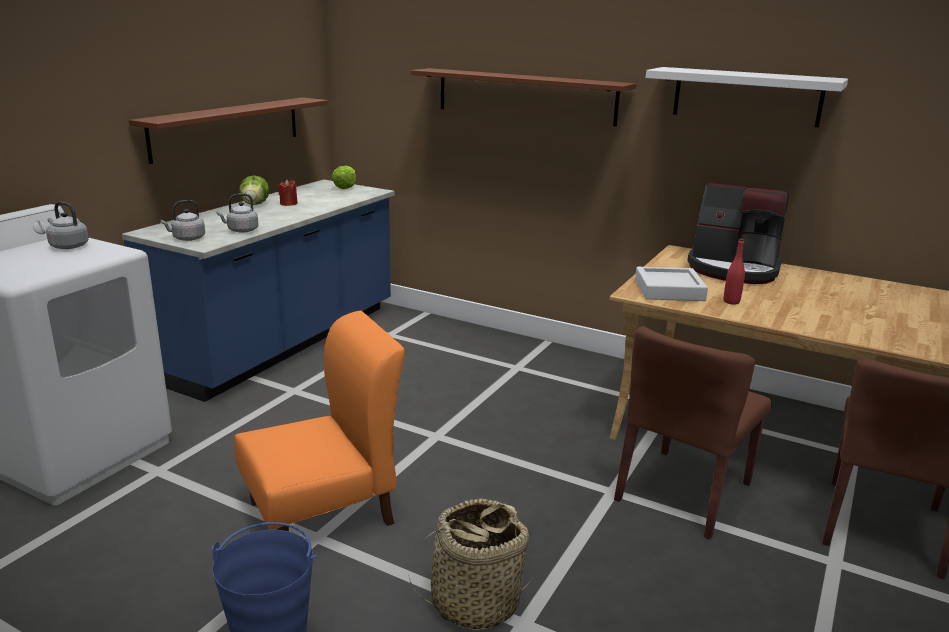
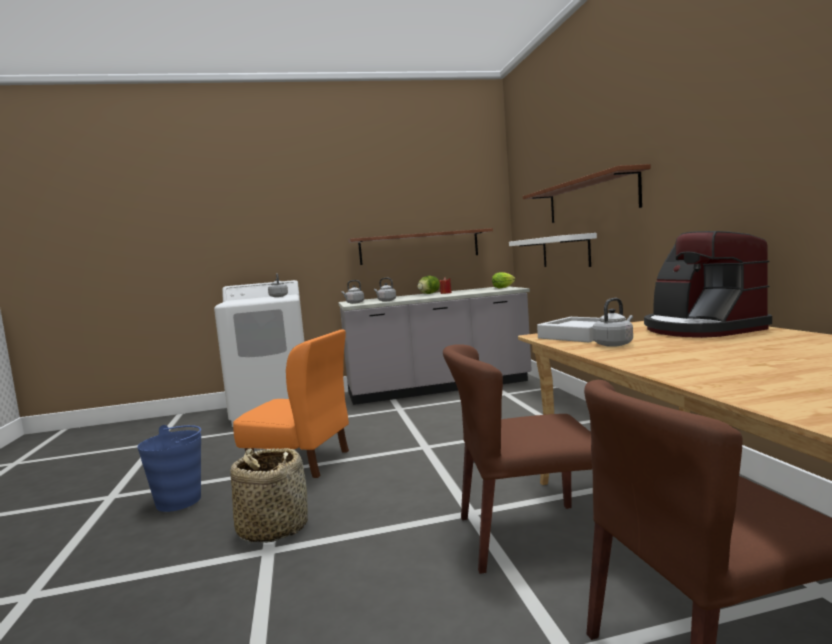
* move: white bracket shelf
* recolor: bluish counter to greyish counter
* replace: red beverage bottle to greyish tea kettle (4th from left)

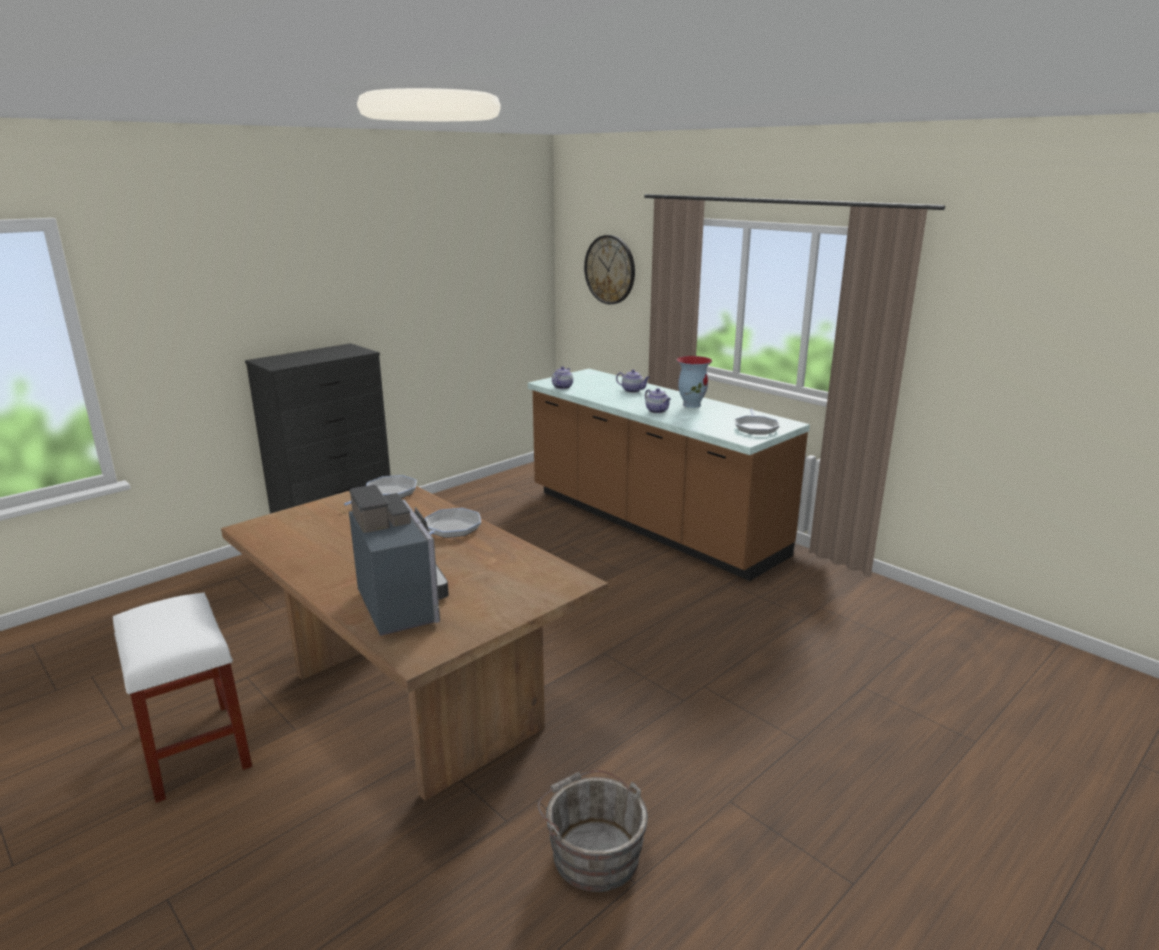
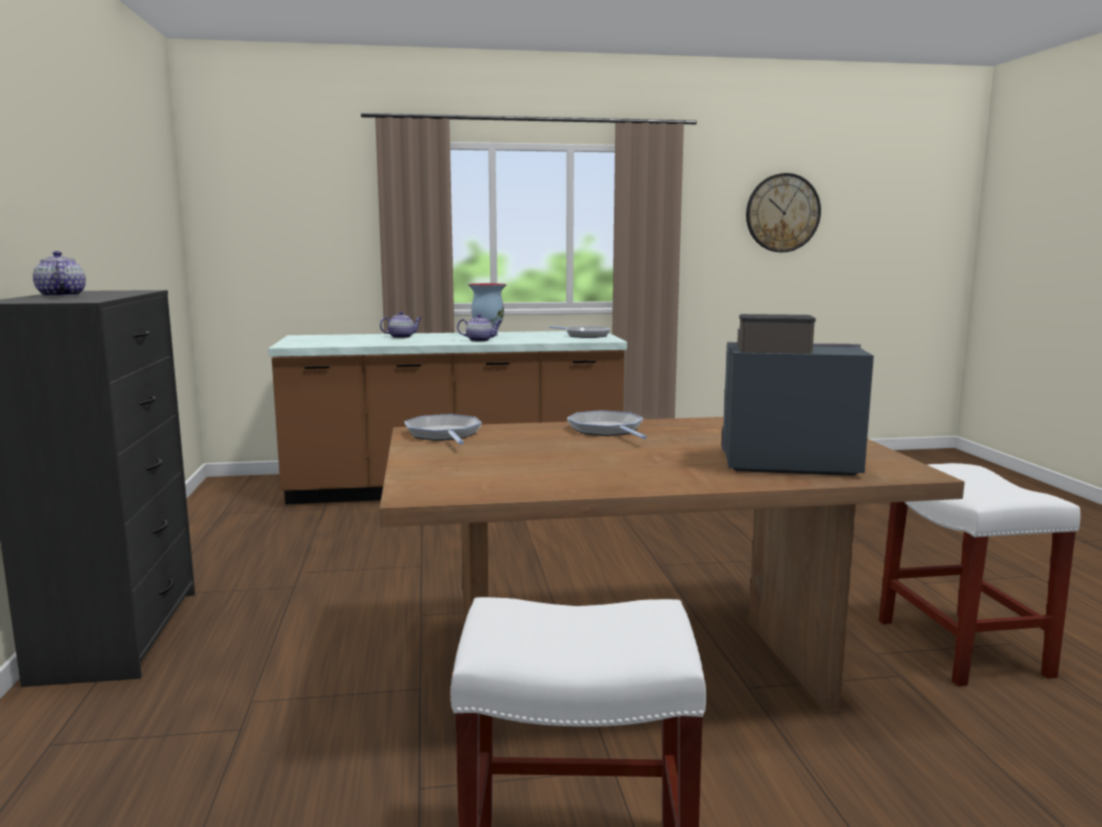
* move: hanging clock
* move: teapot (1st from left)
* replace: greyish pail to white stool (2nd from left)

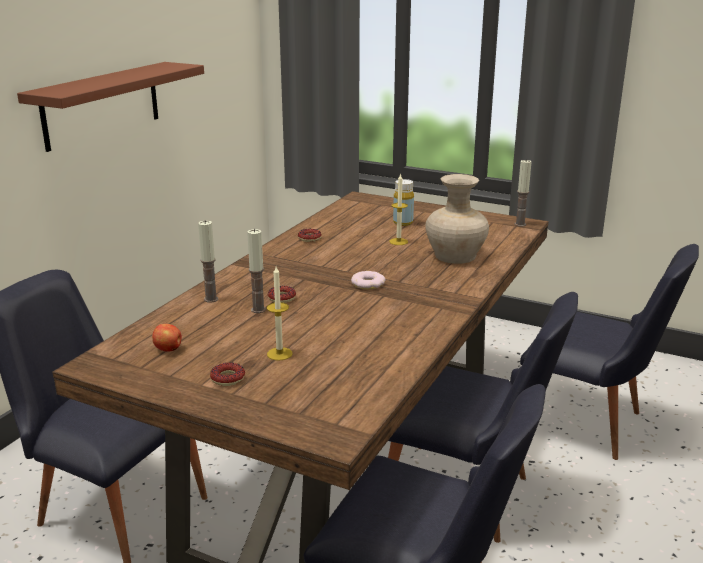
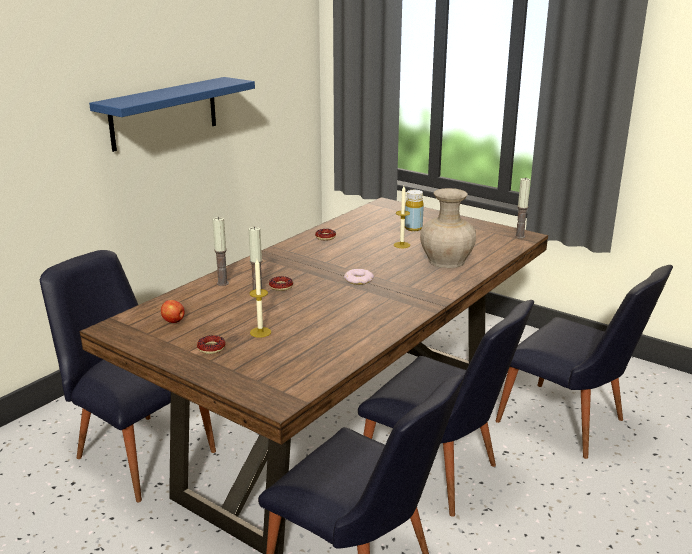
* recolor: brown bracket shelf to bluish bracket shelf

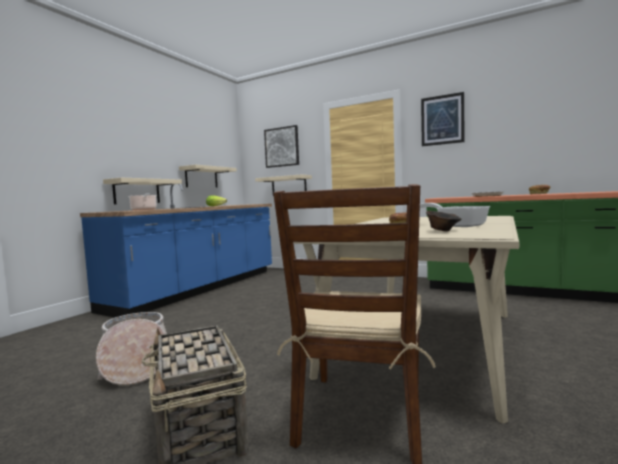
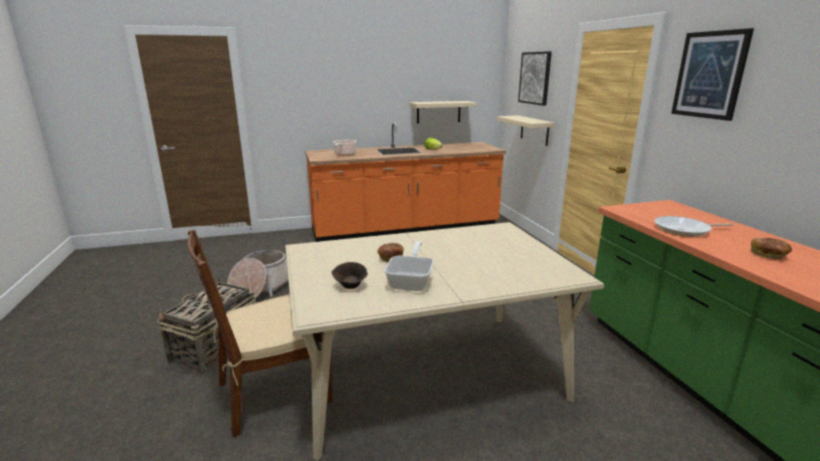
* delete: beige-coloured bracket shelf (1st from left)
* recolor: bluish counter to orange-coloured counter

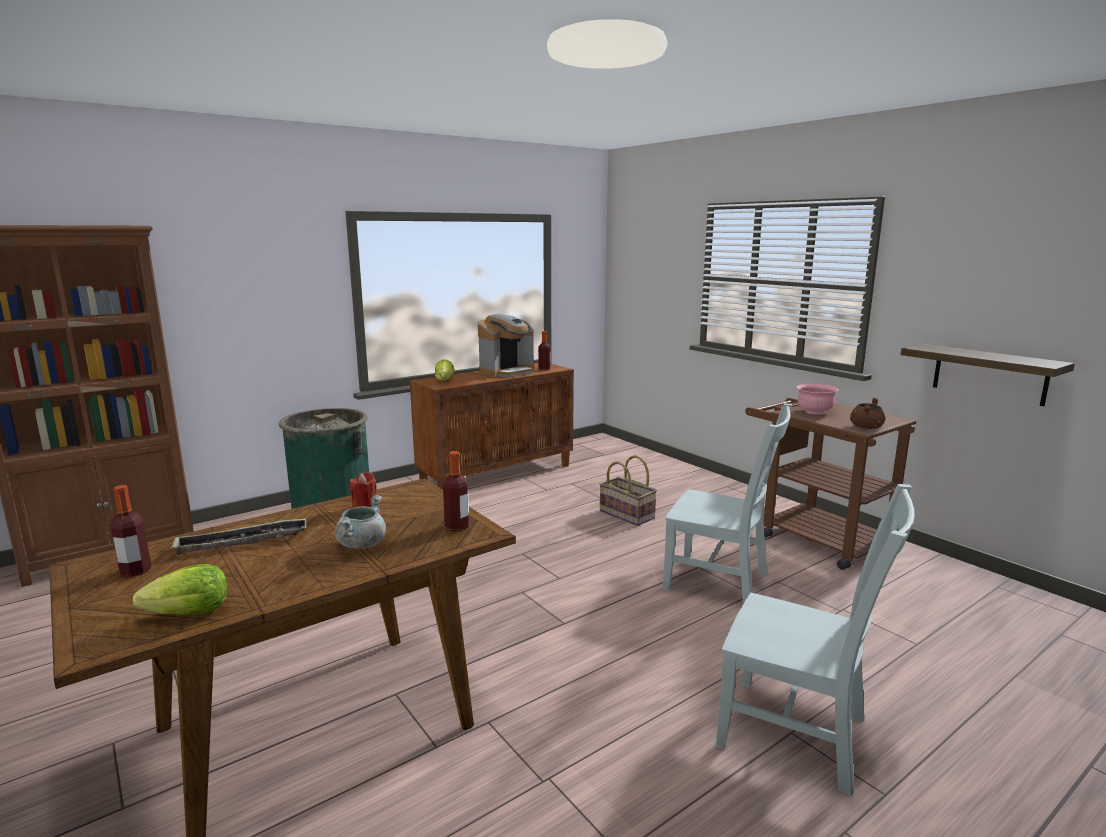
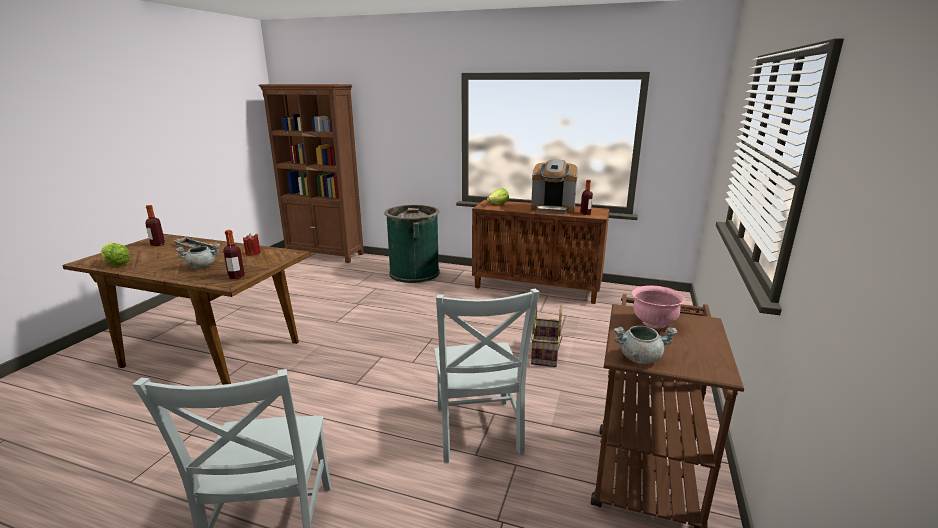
* delete: bracket shelf
* recolor: brown stockpot to greyish stockpot (2nd from left)

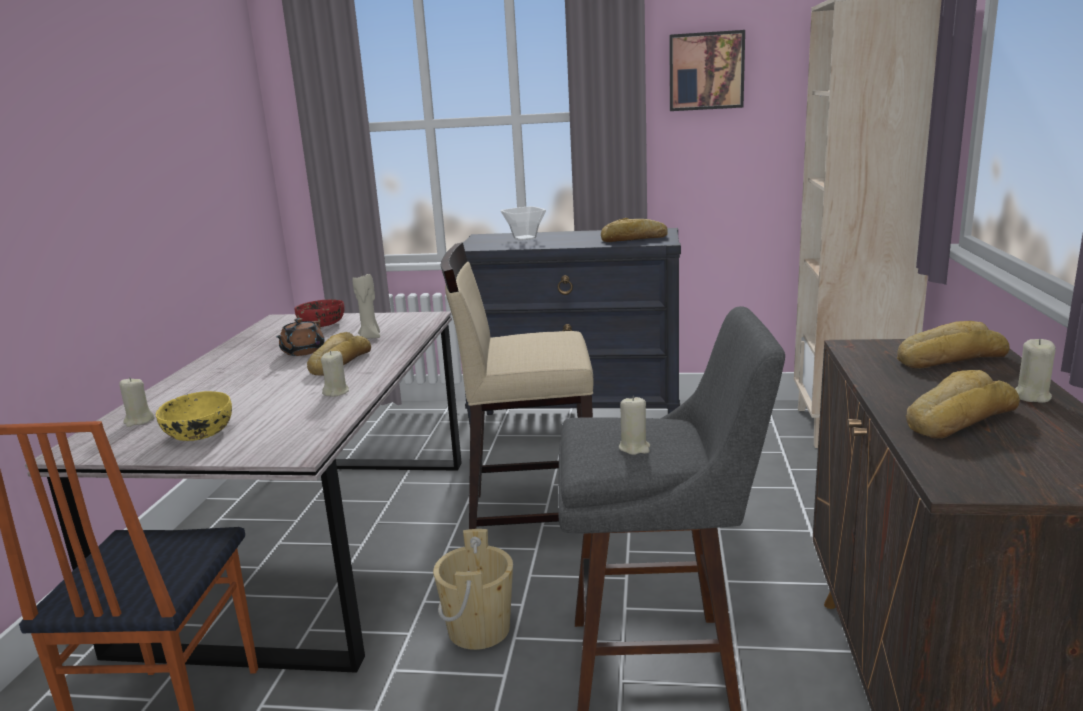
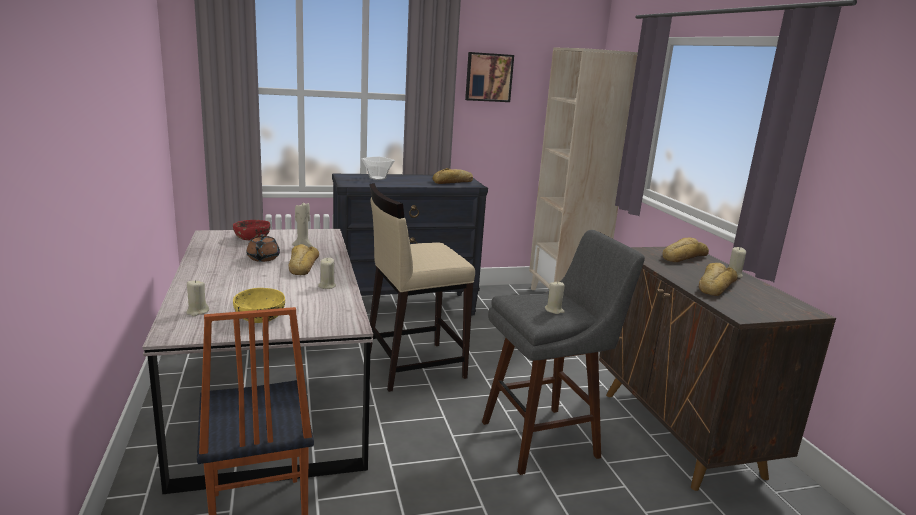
* delete: beige-coloured pail

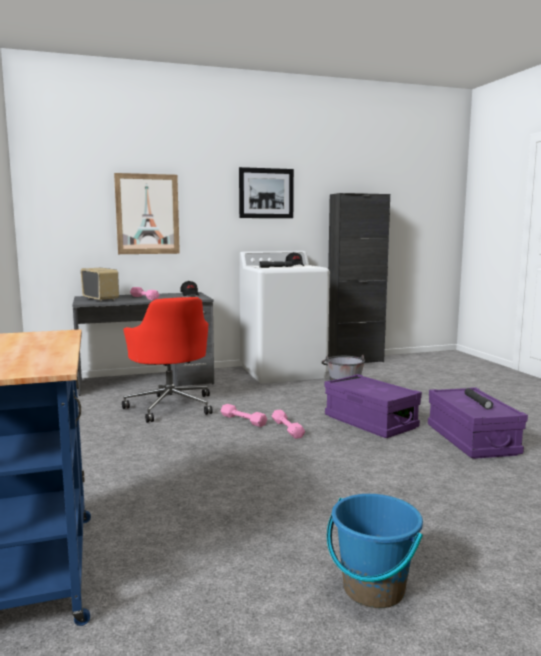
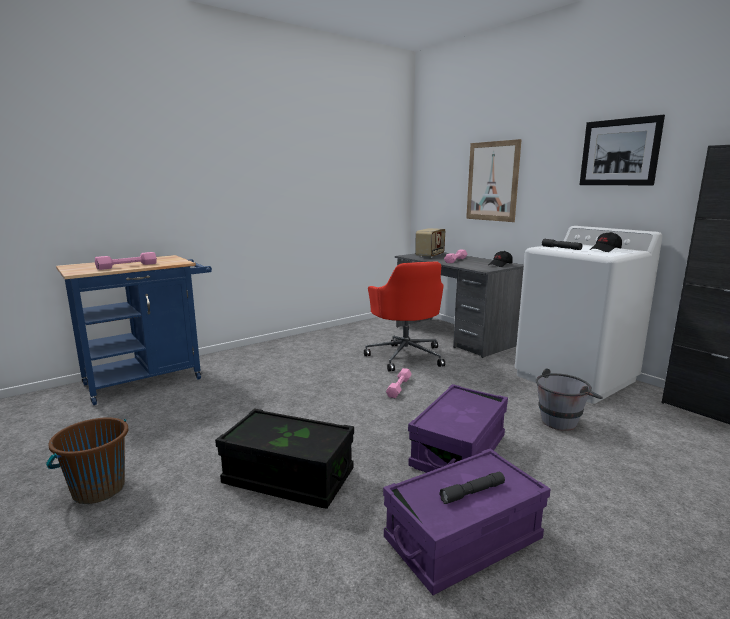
* rotate: red computer chair 60 degrees counterclockwise
* move: pink dumbbell (3rd from left in the first image) to pink dumbbell (1st from left)
* recolor: bluish pail to brown pail
* insert: black storage bin

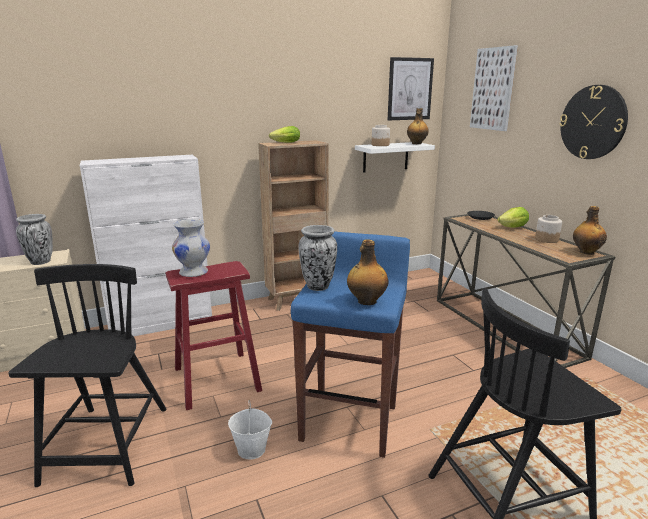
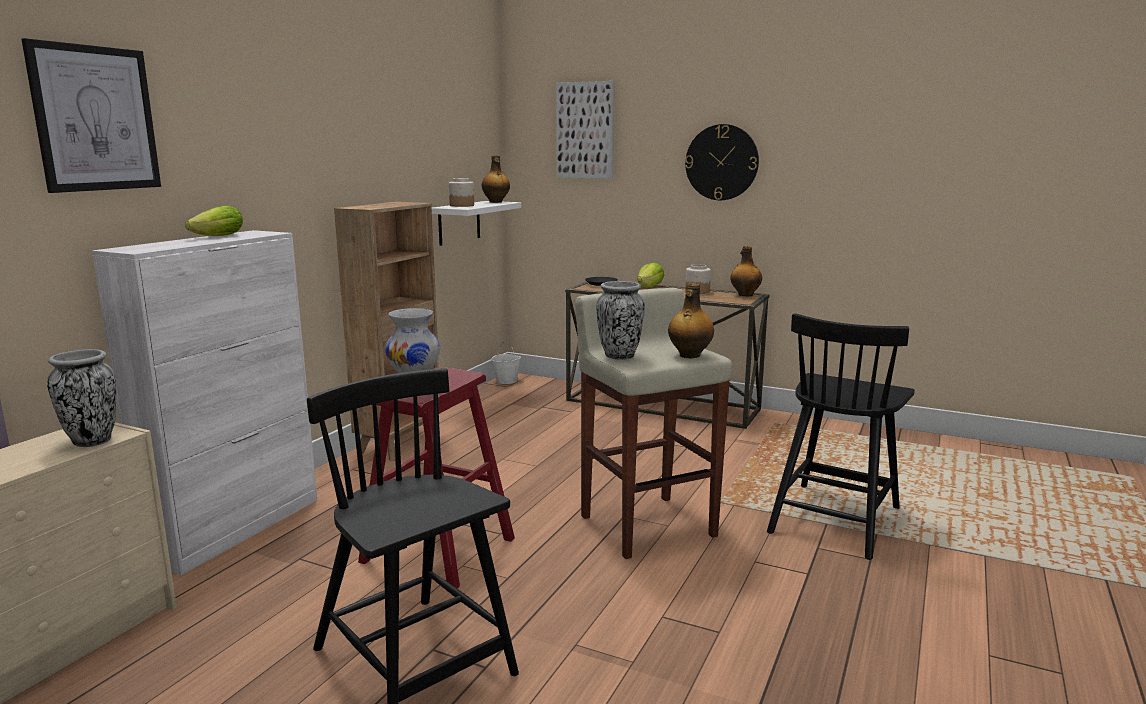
* move: wall picture (1st from left)
* move: head of lettuce (1st from left)
* recolor: bluish stool to beige-coloured stool
* move: white pail

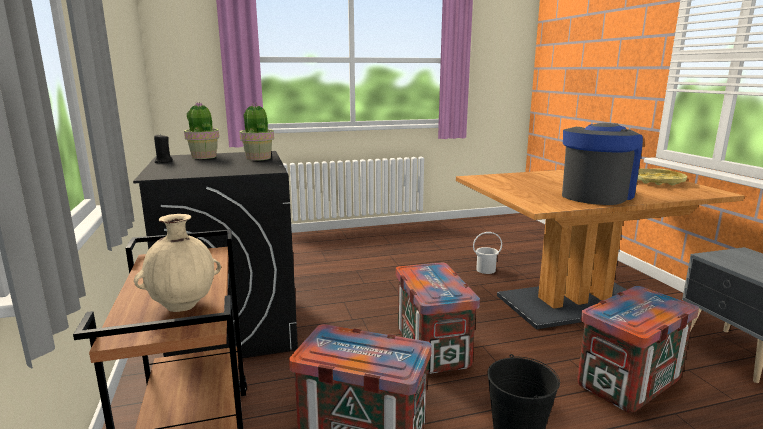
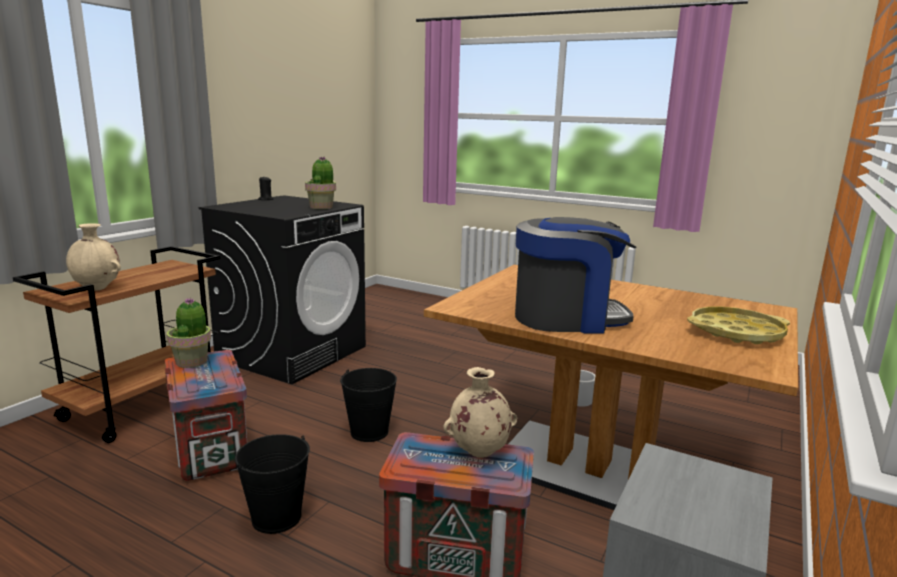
* move: houseplant (1st from left)
* replace: packing crate (2nd from left) to black pail (2nd from left)
* insert: beige-coloured flower vase (2nd from left)

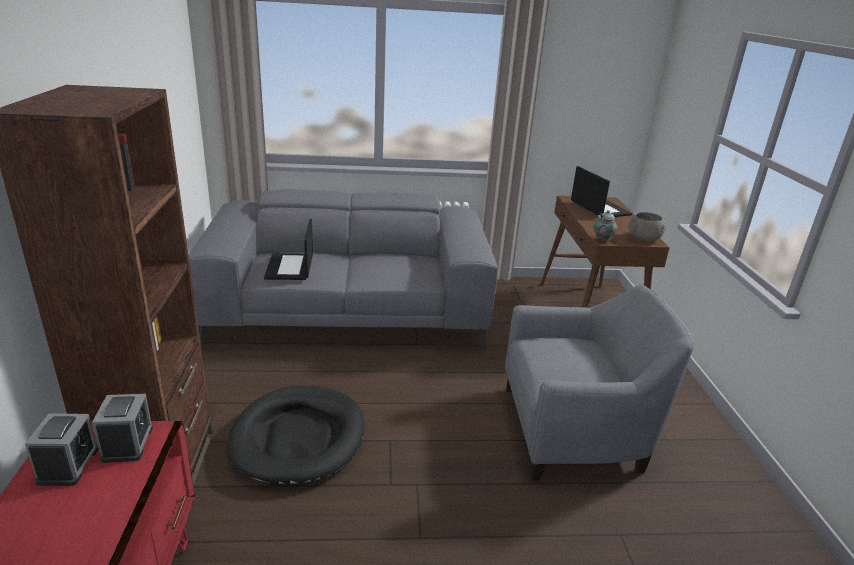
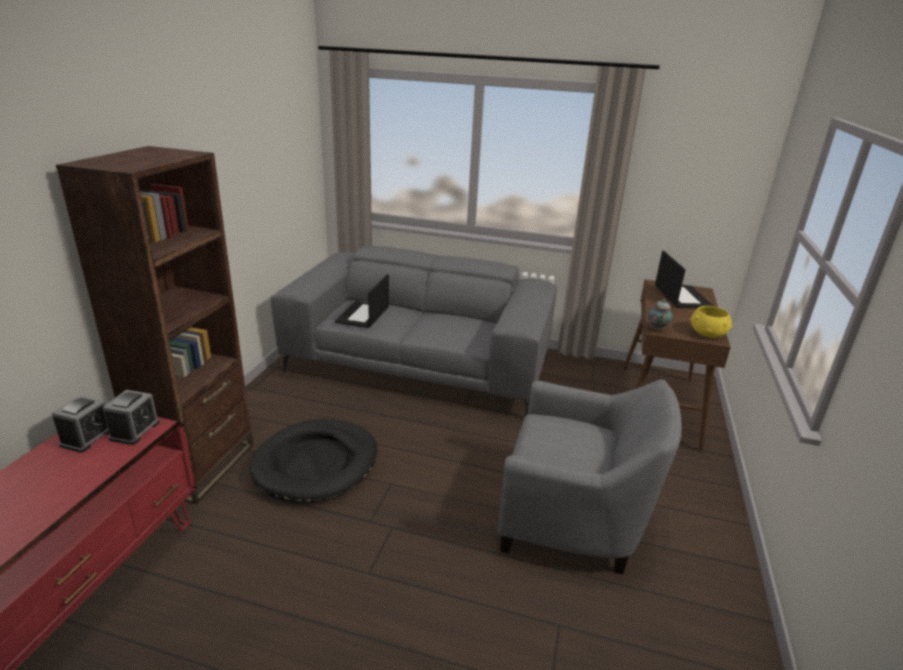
* recolor: greyish deep dish to yellow deep dish

